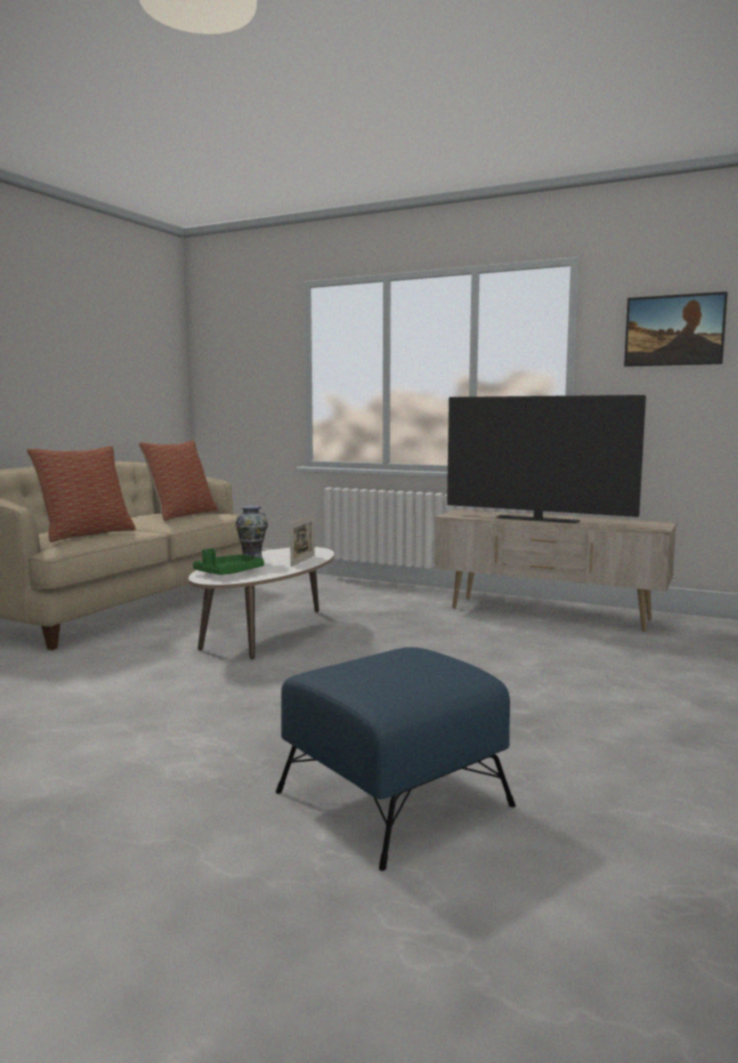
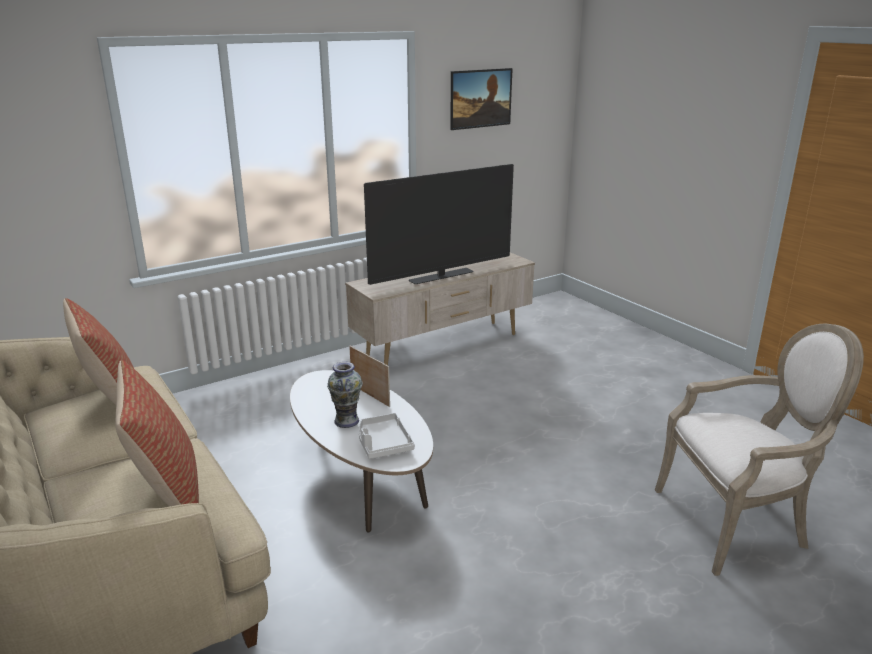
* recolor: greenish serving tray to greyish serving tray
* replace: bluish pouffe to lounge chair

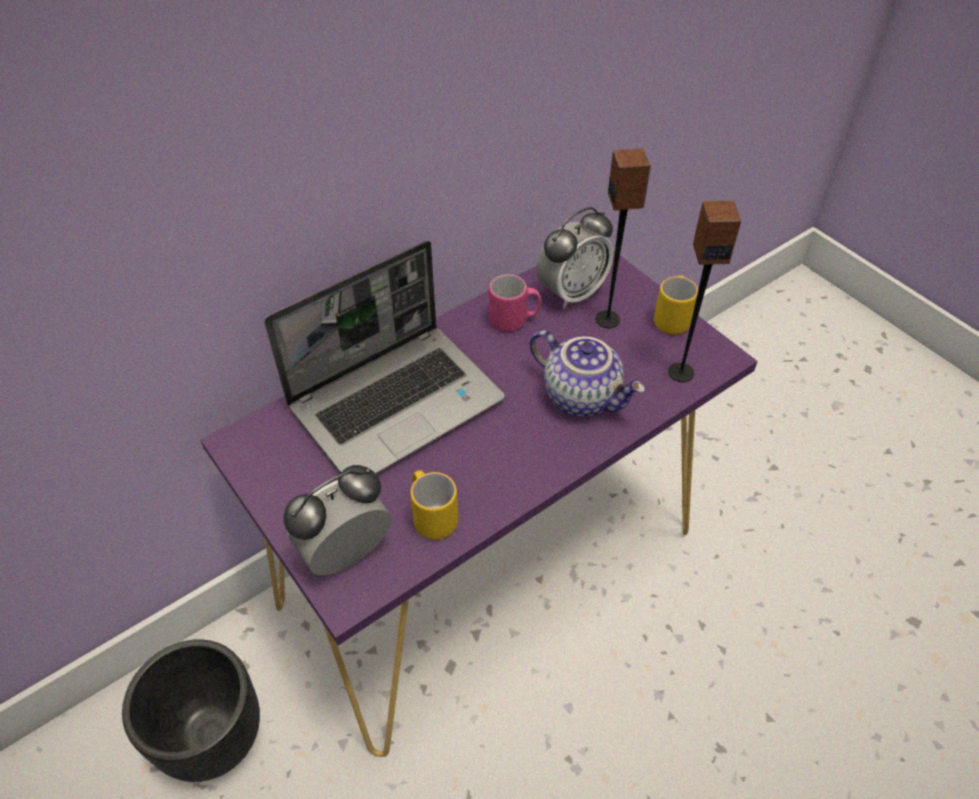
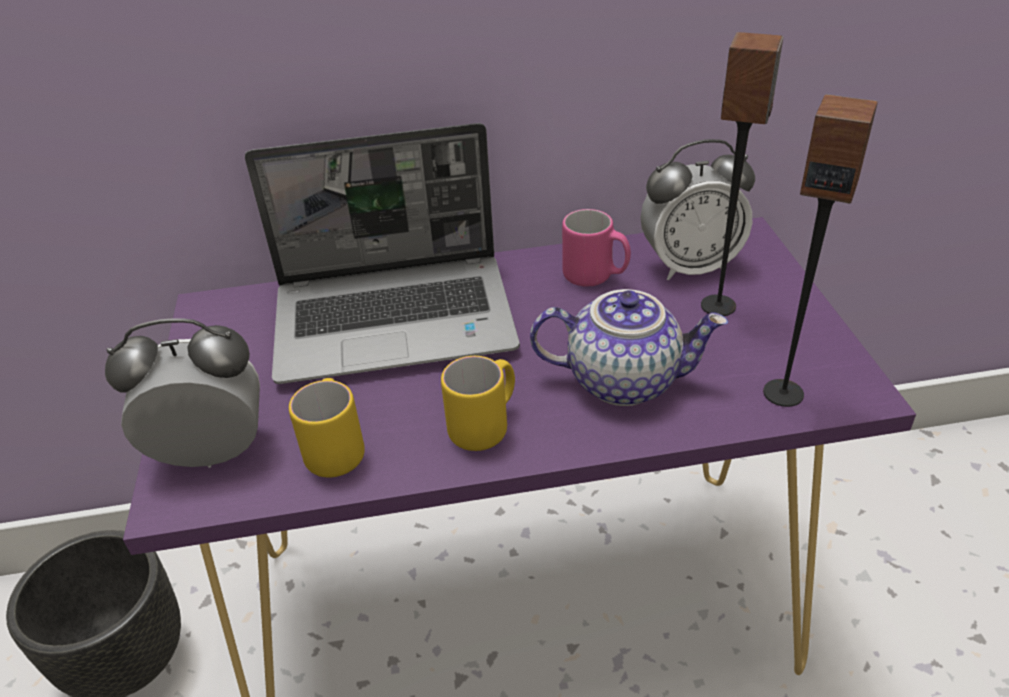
* move: yellow coffee mug (2nd from left)
* rotate: teapot 60 degrees counterclockwise

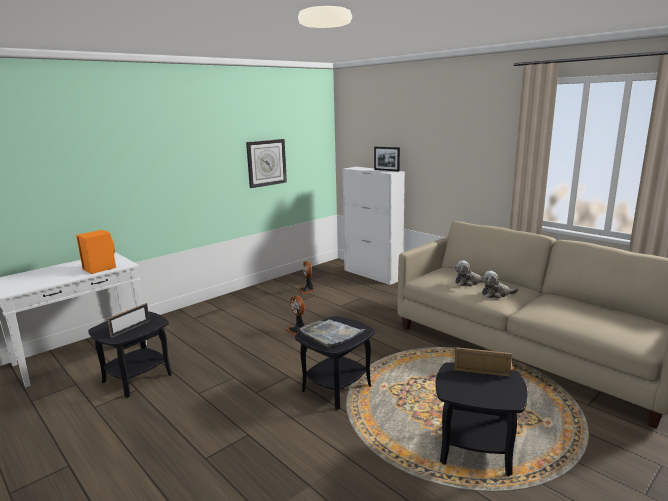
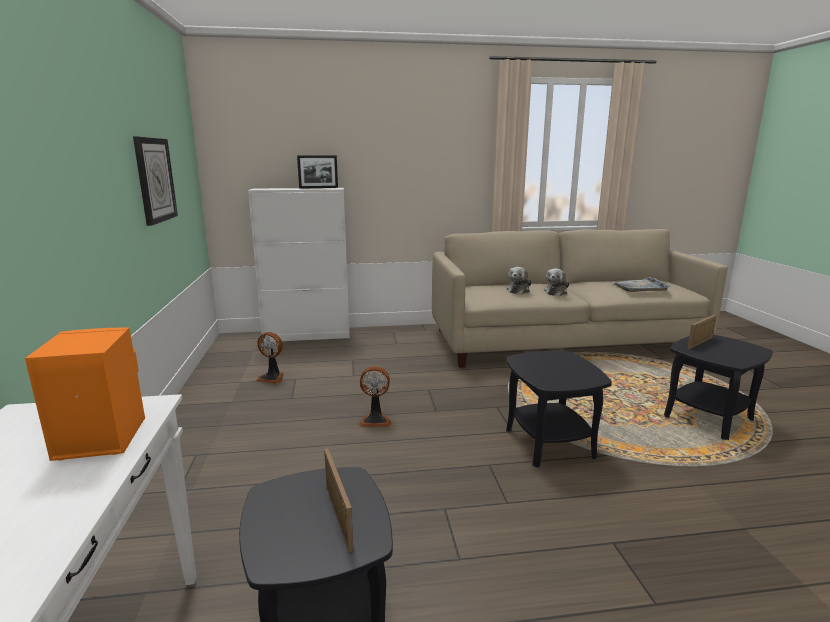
* move: greyish serving tray

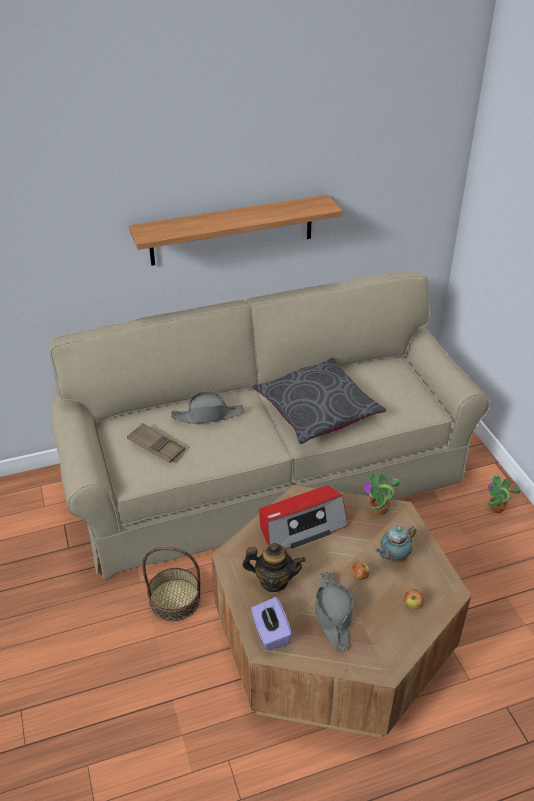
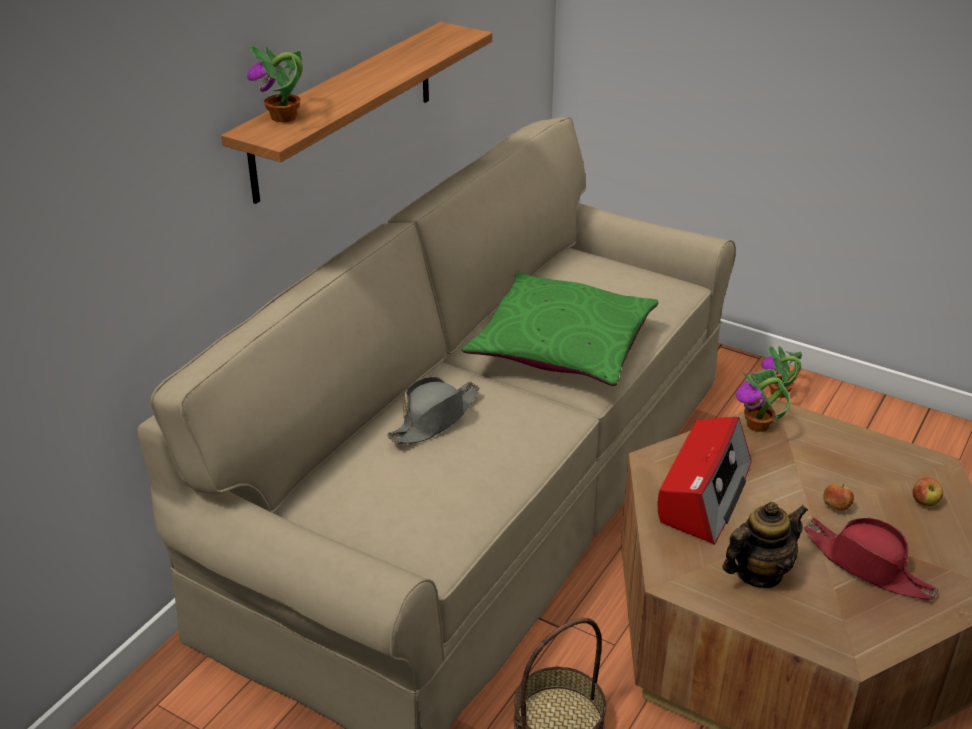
* recolor: greyish cushion to greenish cushion
* delete: brown serving tray
* delete: teapot (2nd from left)
* recolor: greyish hat (2nd from left) to red hat
* delete: purple box of tissues
* insert: houseplant (1st from left)

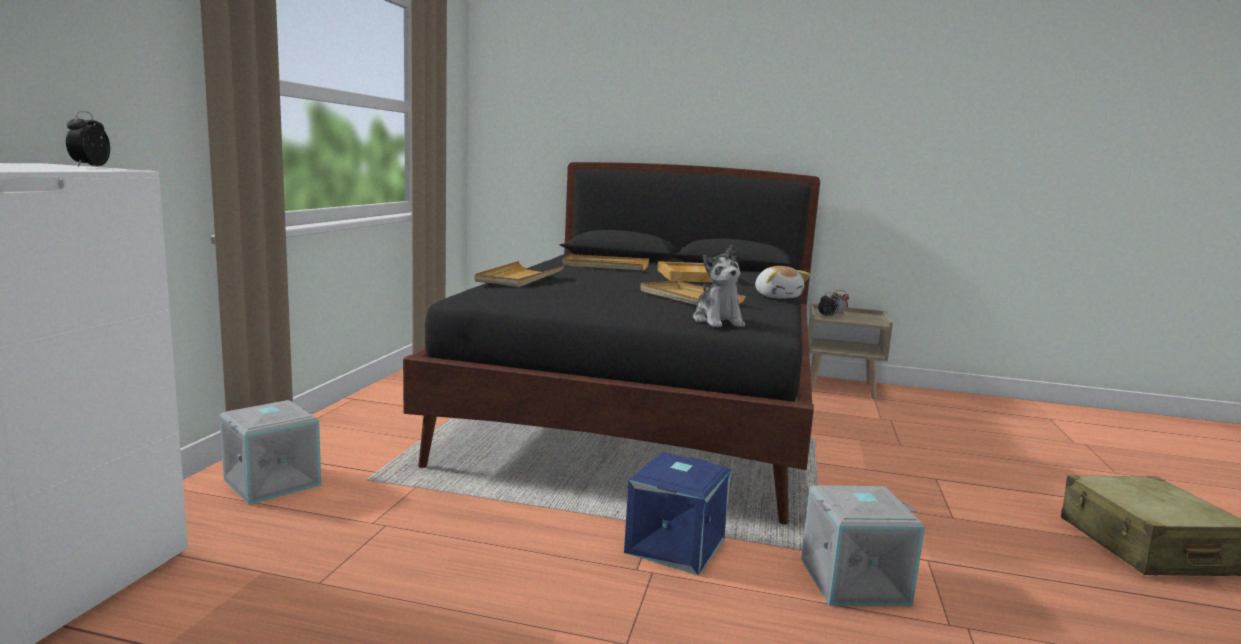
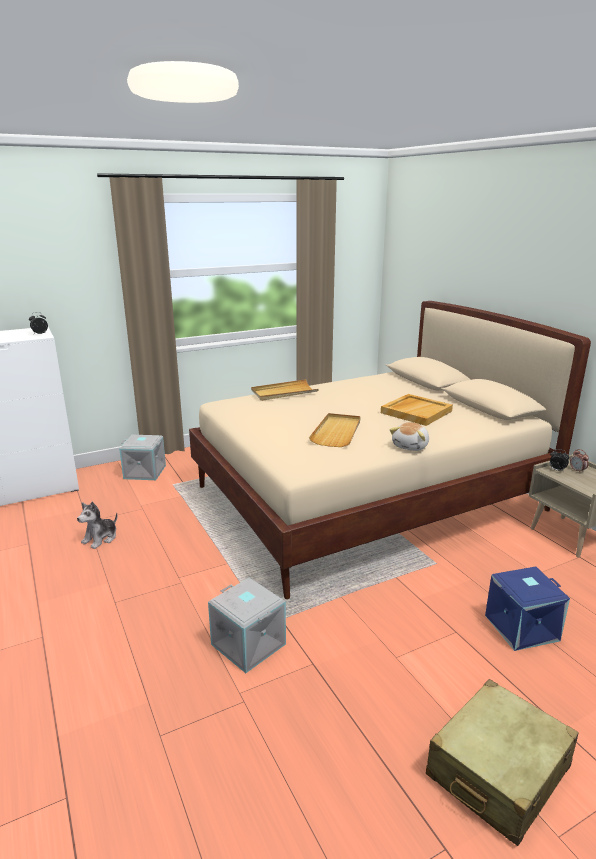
* recolor: black bed to beige-coloured bed
* move: soft toy (1st from left)
* delete: beige-coloured serving tray (2nd from left)
* move: bluish storage bin

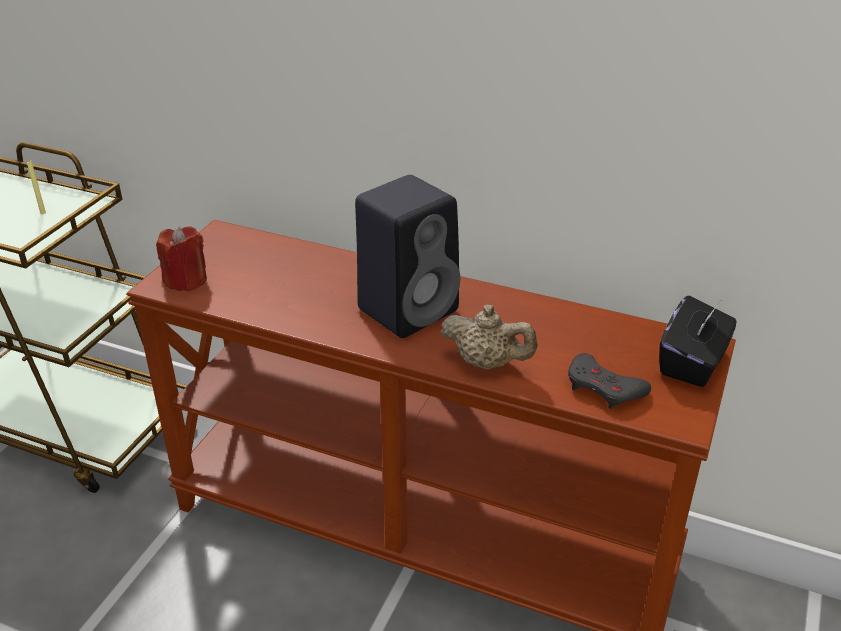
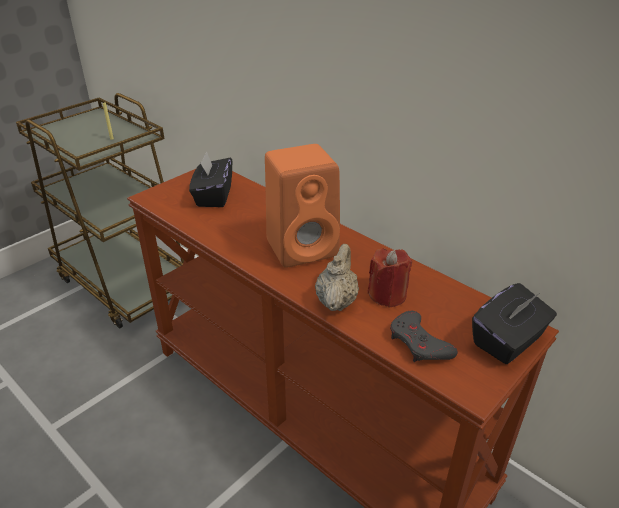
* recolor: black loudspeaker to orange-coloured loudspeaker
* move: red wax candle
* rotate: beige-coloured teapot 120 degrees counterclockwise
* insert: black box of tissues (1st from left)

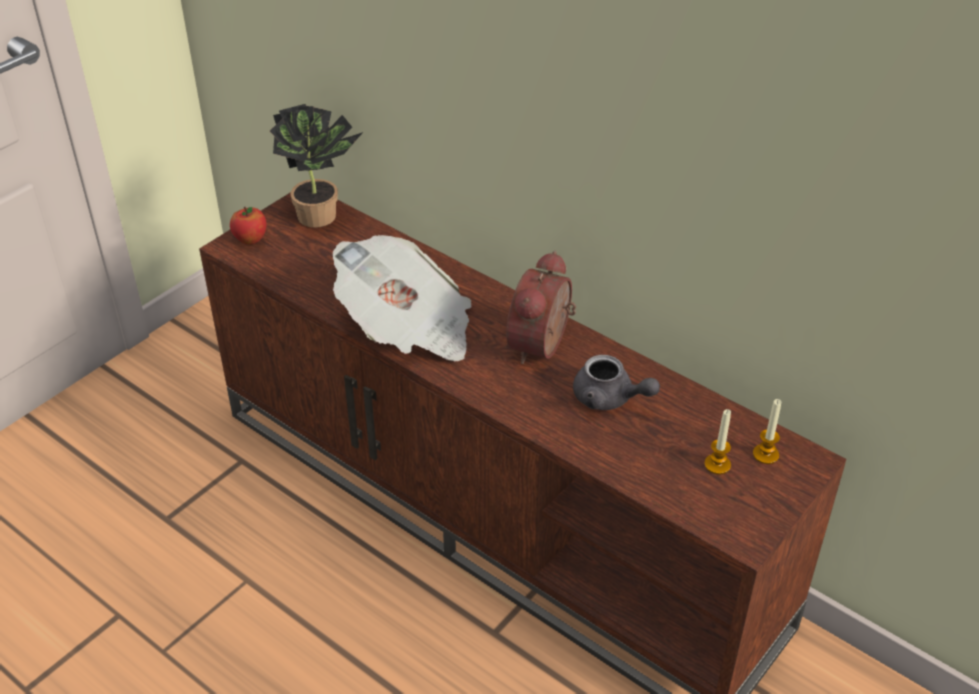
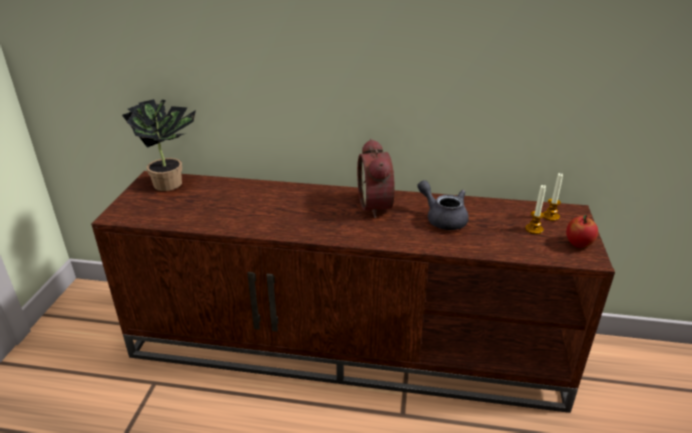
* move: apple fruit
* delete: daily paper
* rotate: greyish teapot 135 degrees counterclockwise

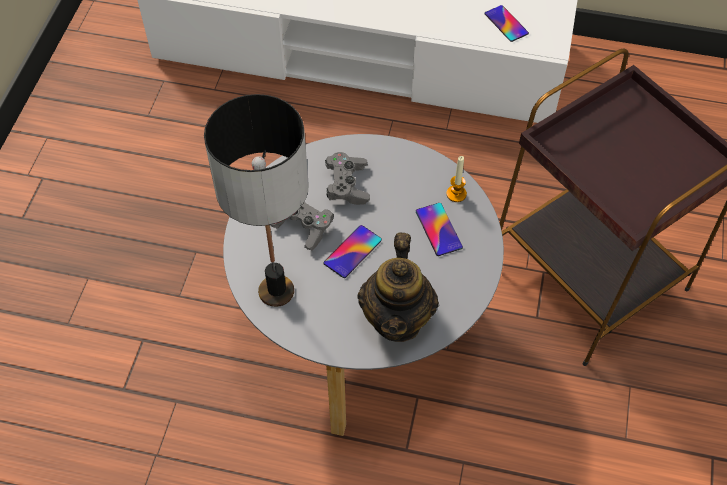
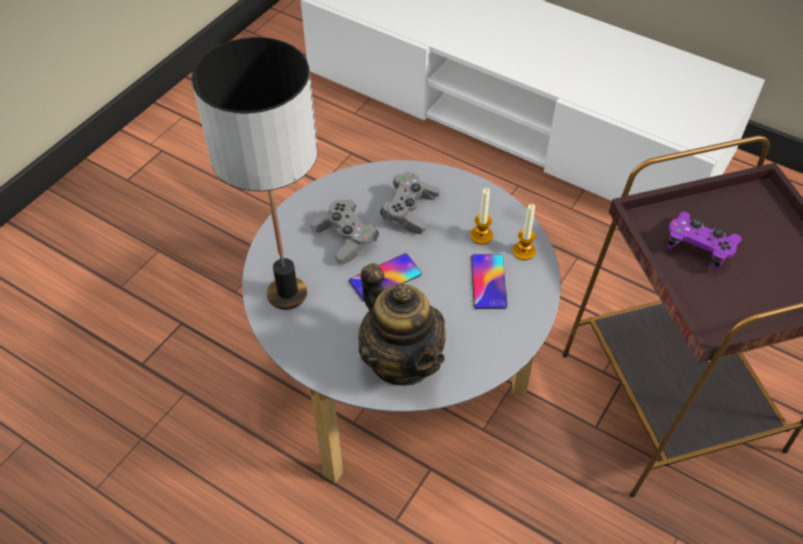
* delete: phone (3rd from left)
* rotate: teapot 60 degrees counterclockwise
* insert: wax candle (1st from left)
* insert: purple gamepad

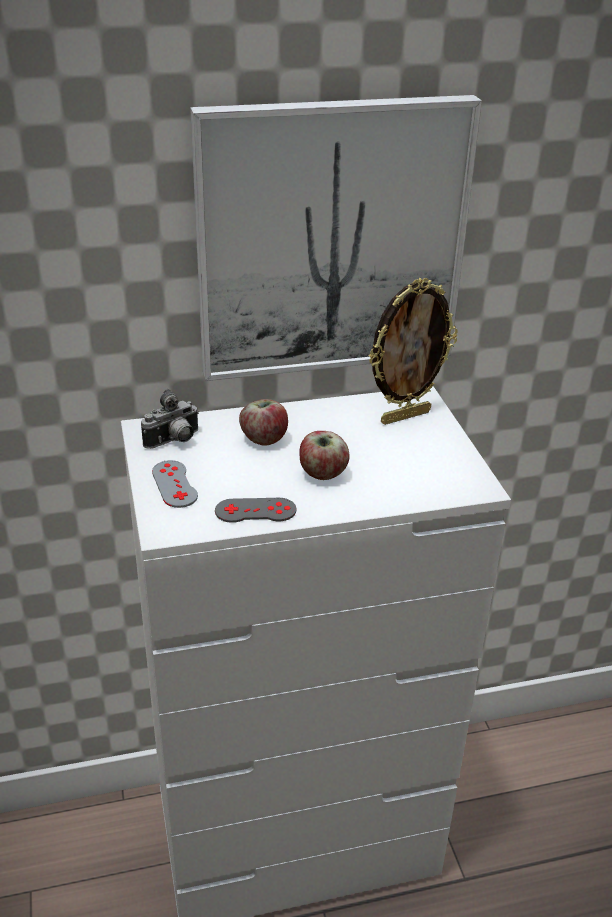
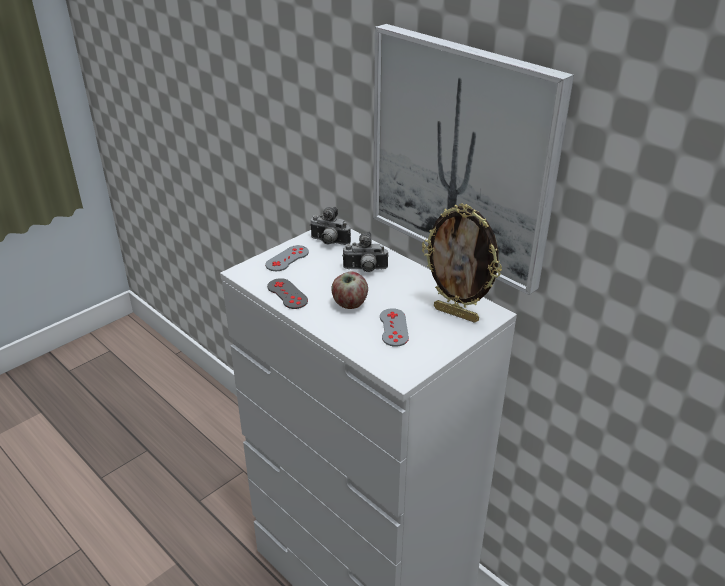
* replace: apple fruit (1st from left) to still camera (2nd from left)
* insert: greyish gamepad (3rd from left)

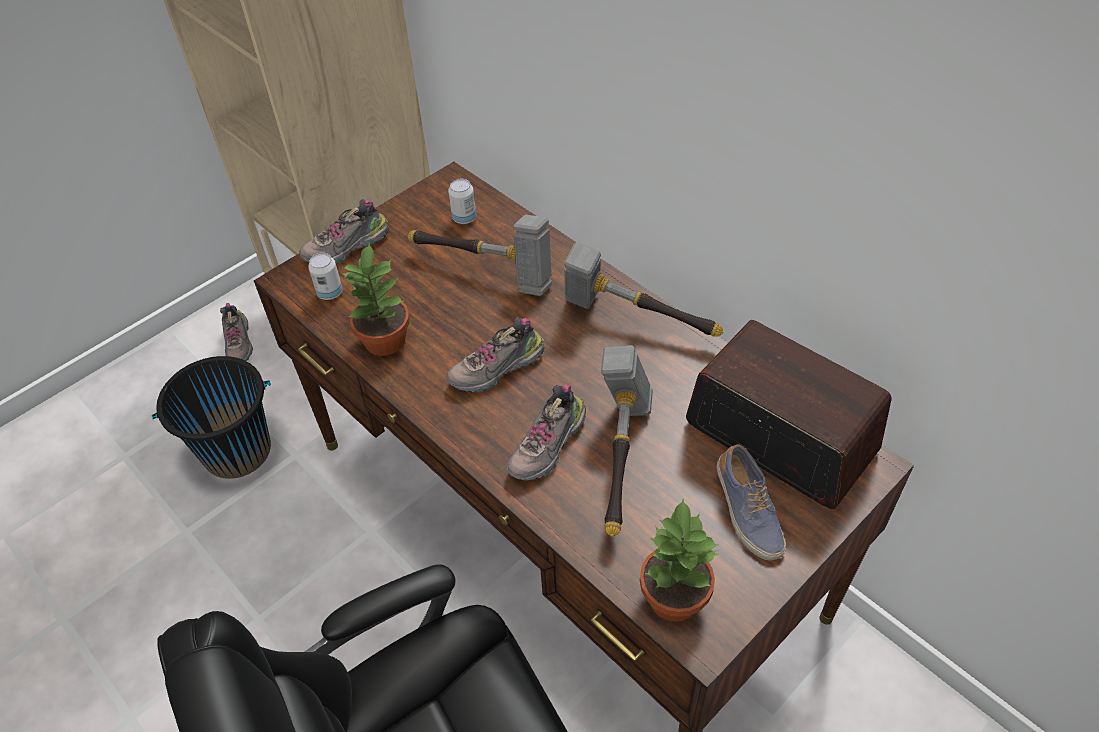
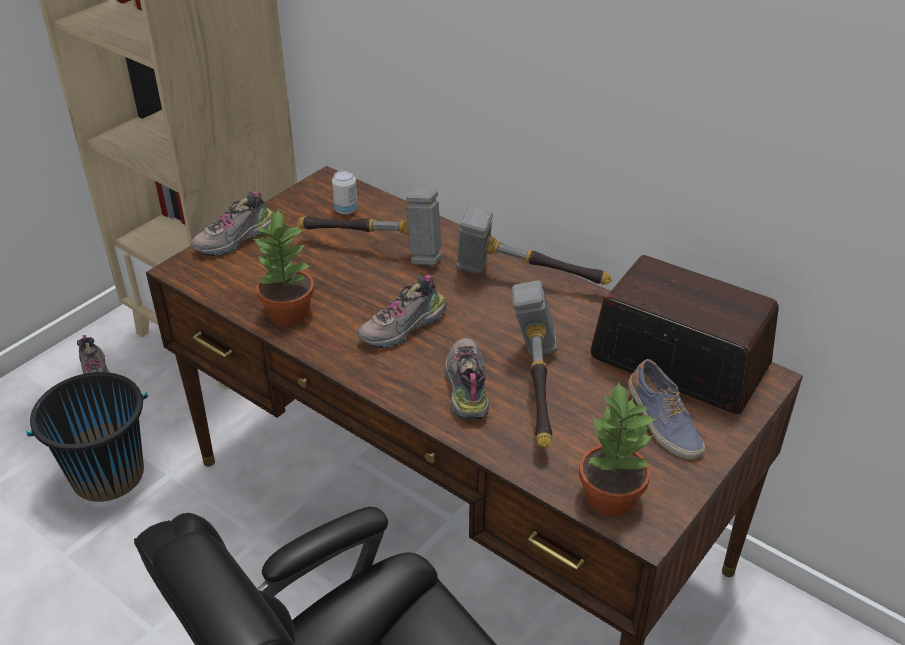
* delete: sealed can (1st from left)
* rotate: item of footwear (4th from left) 150 degrees clockwise

